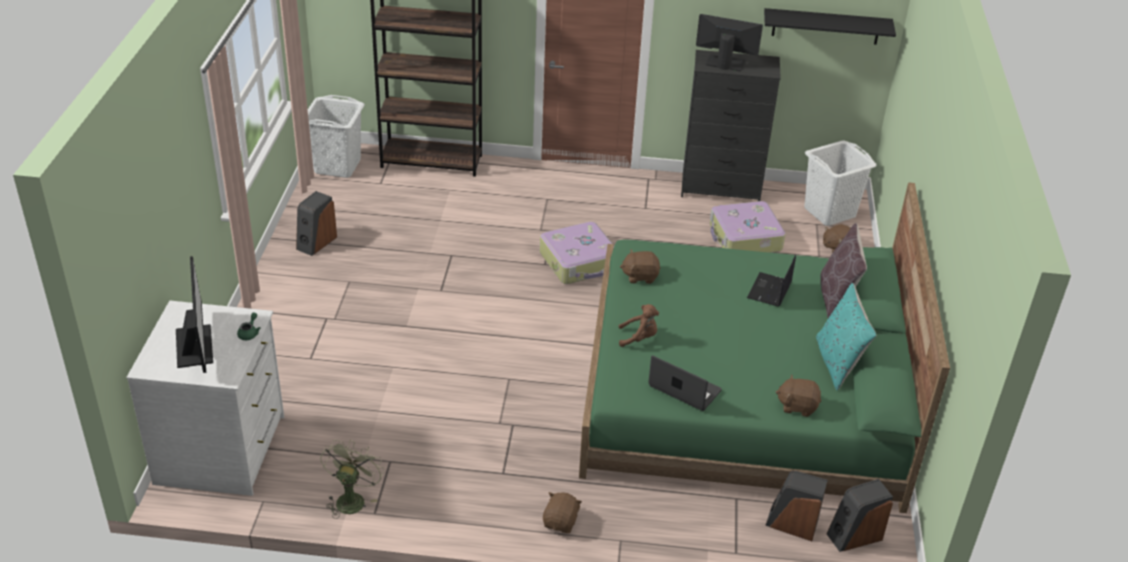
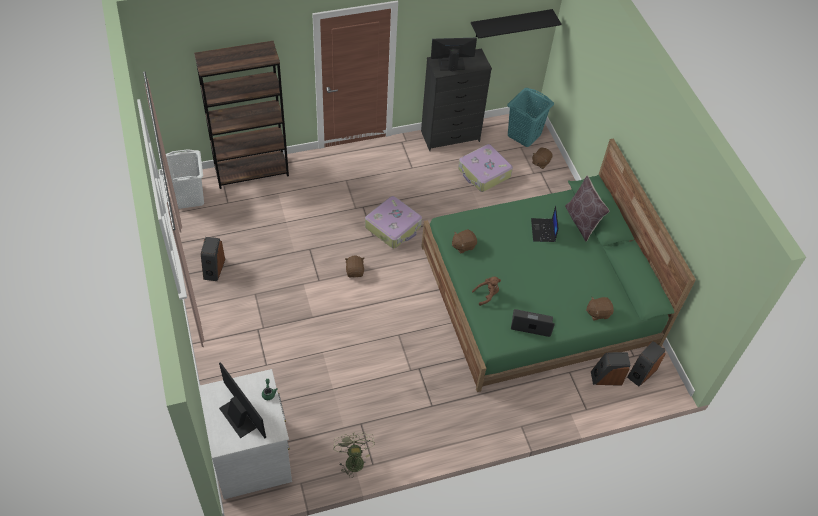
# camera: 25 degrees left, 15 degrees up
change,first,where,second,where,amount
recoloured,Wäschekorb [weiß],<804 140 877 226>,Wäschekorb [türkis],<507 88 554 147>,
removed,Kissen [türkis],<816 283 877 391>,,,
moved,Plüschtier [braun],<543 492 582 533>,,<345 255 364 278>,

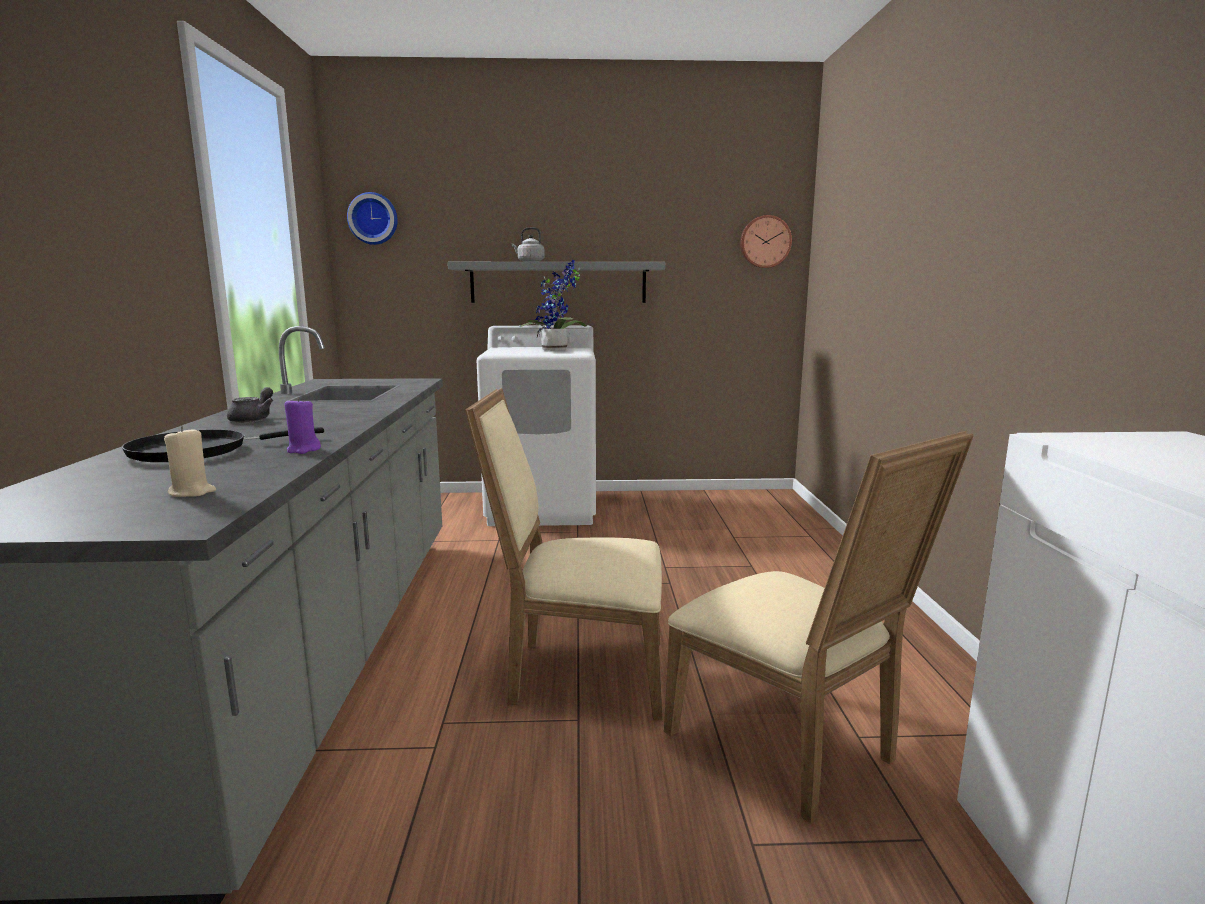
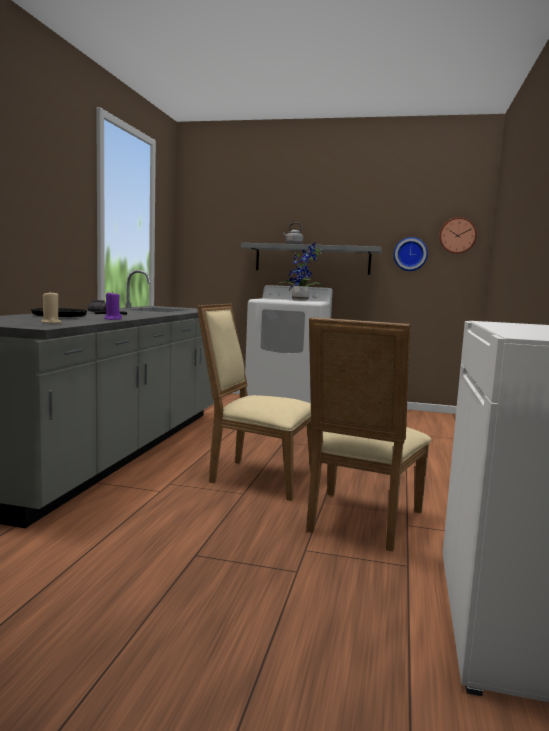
# camera: 15 degrees right, 5 degrees down
change,first,where,second,where,amount
moved,Wanduhr,<347 192 398 245>,,<394 237 428 271>,
turned,Stuhl [beige],<664 431 974 823>,,<306 317 431 552>,45 degrees clockwise

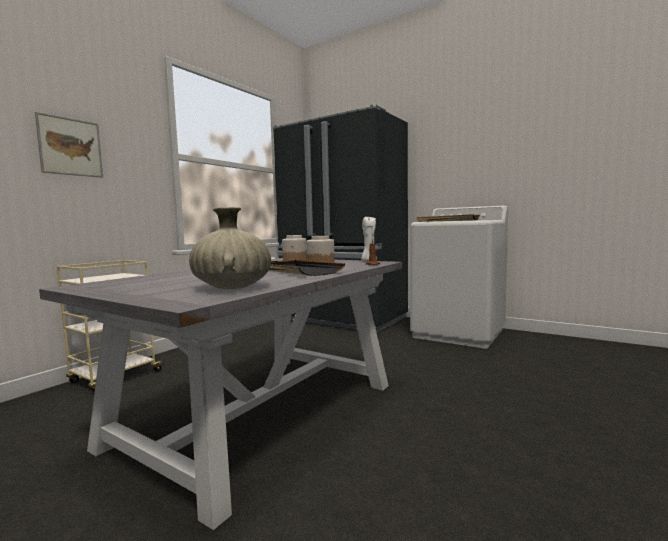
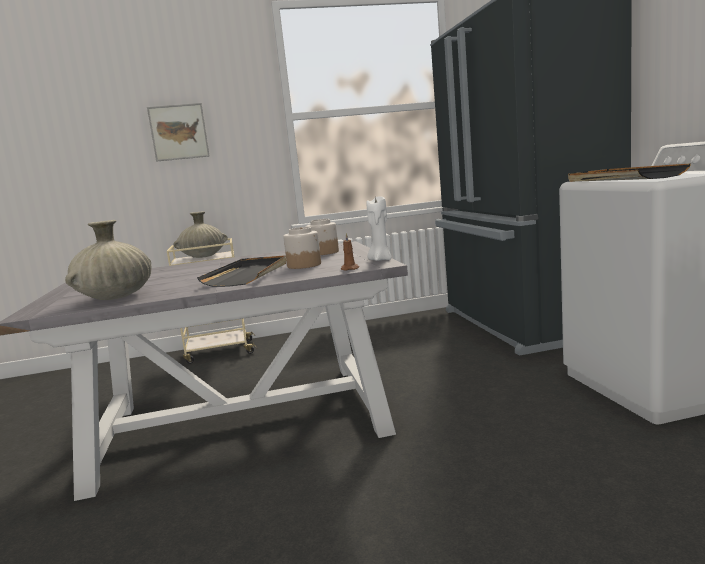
# camera: 45 degrees right, 5 degrees up
change,first,where,second,where,amount
added,,,Vase [beige],<173 211 228 258>,

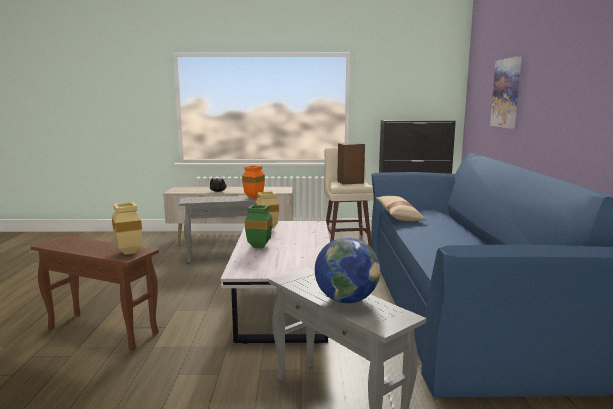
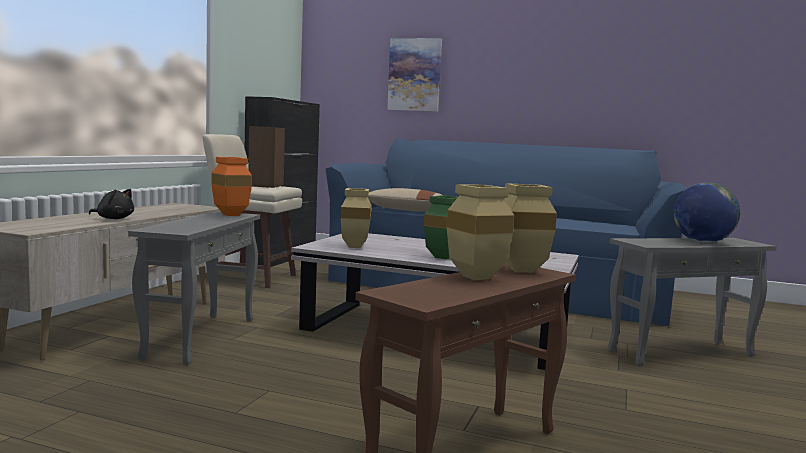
# camera: 70 degrees left, 5 degrees down
change,first,where,second,where,amount
added,,,Vase [beige],<447 184 514 280>,

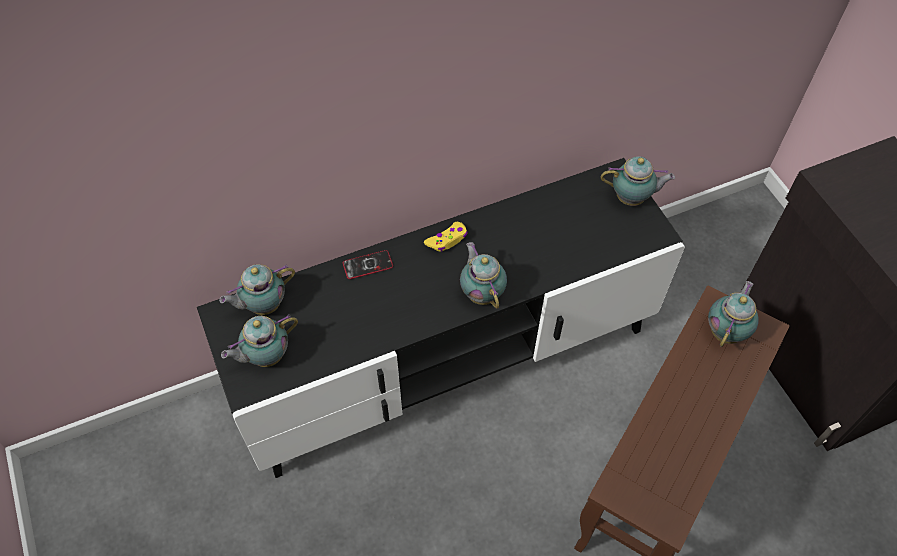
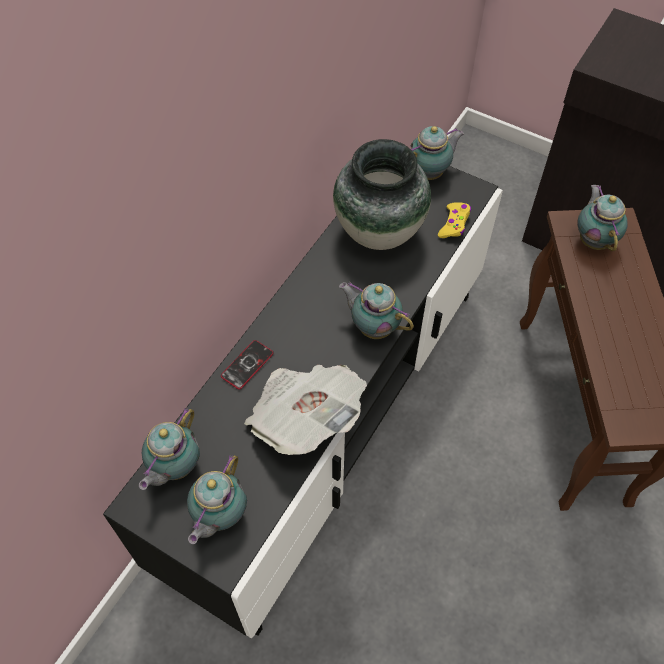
# camera: 35 degrees left, 0 degrees up
change,first,where,second,where,amount
moved,Gamepad [gelb],<424 222 468 252>,,<438 202 471 238>,
added,,,Vase,<333 139 431 250>,
added,,,Zeitung,<244 365 367 455>,

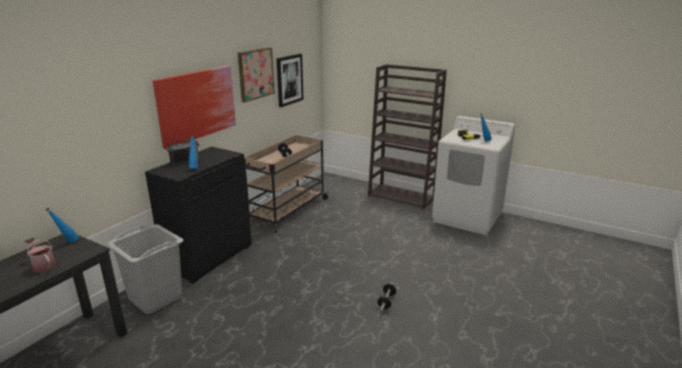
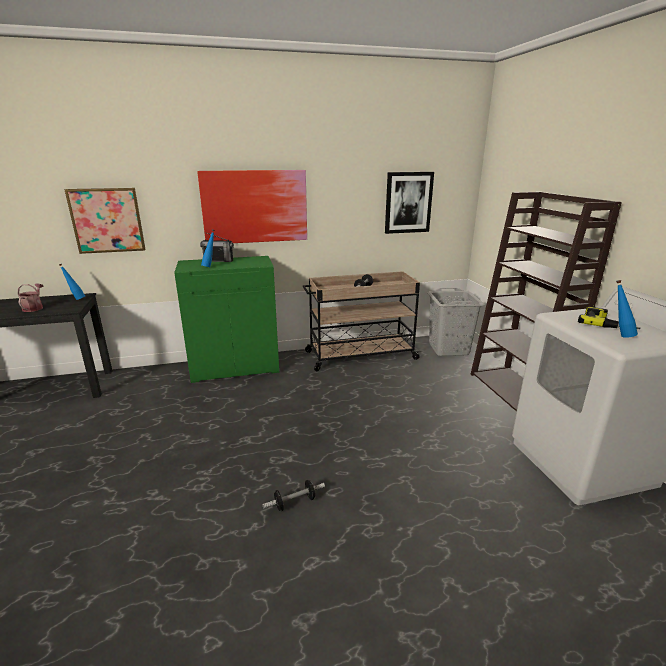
# camera: 45 degrees right, 0 degrees up
change,first,where,second,where,amount
moved,Bild,<238 47 275 102>,,<64 188 146 254>,
recoloured,Schrank [schwarz],<145 147 252 284>,Schrank [grün],<174 256 279 383>,
moved,Wäschekorb [grau],<107 224 184 314>,,<427 288 485 356>,

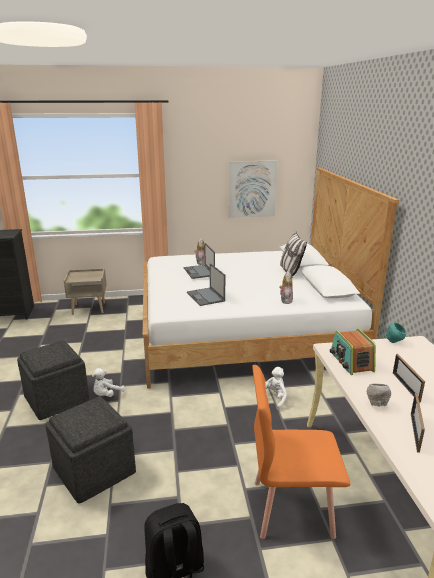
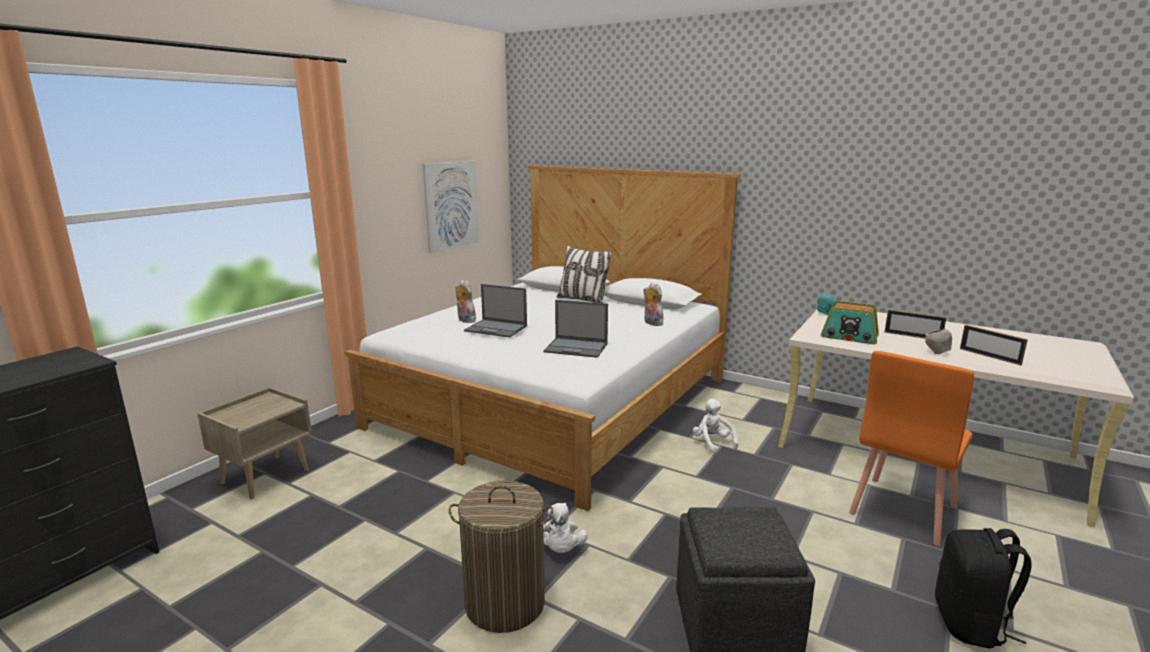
# camera: 50 degrees left, 5 degrees down
change,first,where,second,where,amount
replaced,Polsterhocker [grau],<17 340 90 420>,Wäschekorb,<448 481 553 633>,

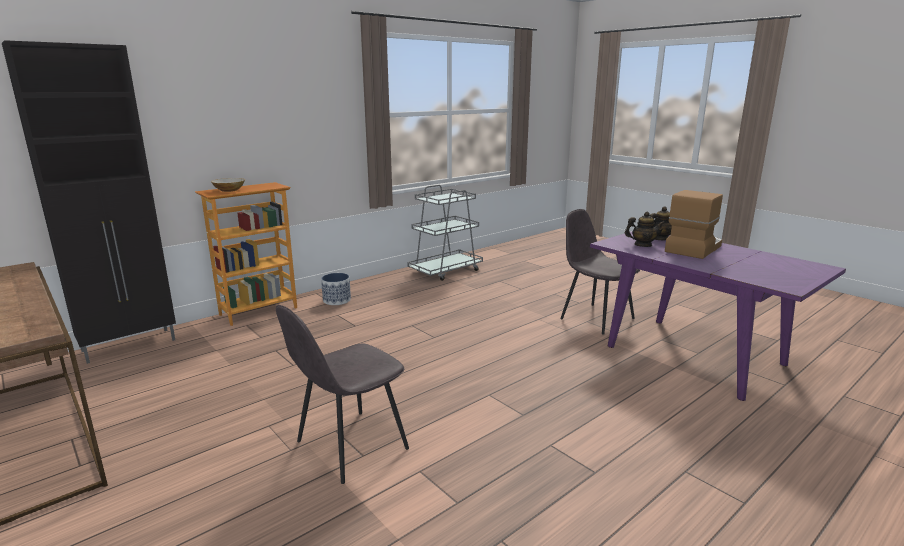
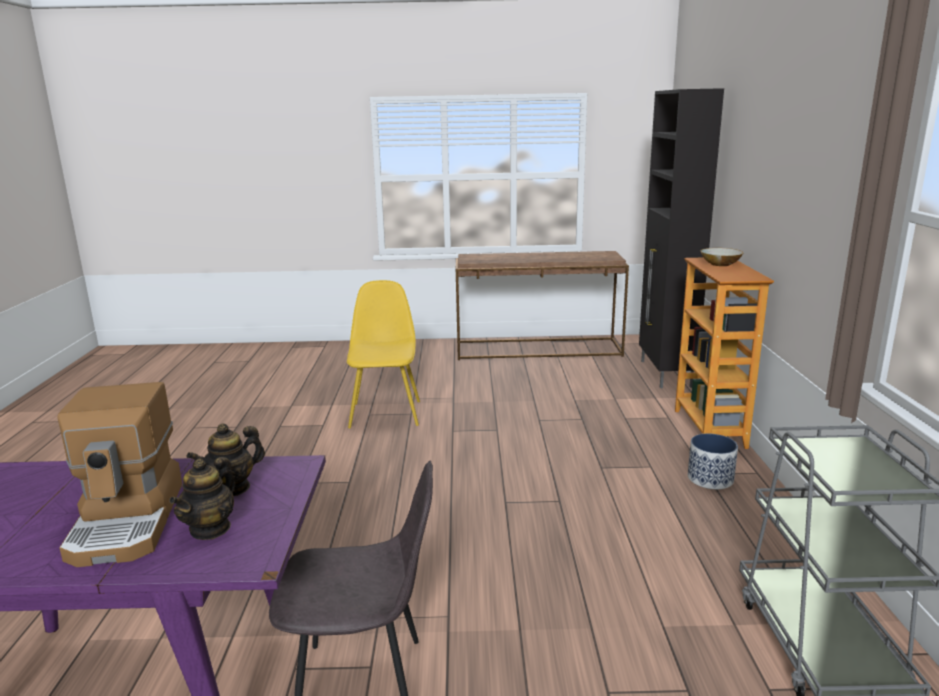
# camera: 130 degrees right, 0 degrees up
change,first,where,second,where,amount
recoloured,Stuhl [grau],<276 305 409 484>,Stuhl [gelb],<347 280 420 428>,

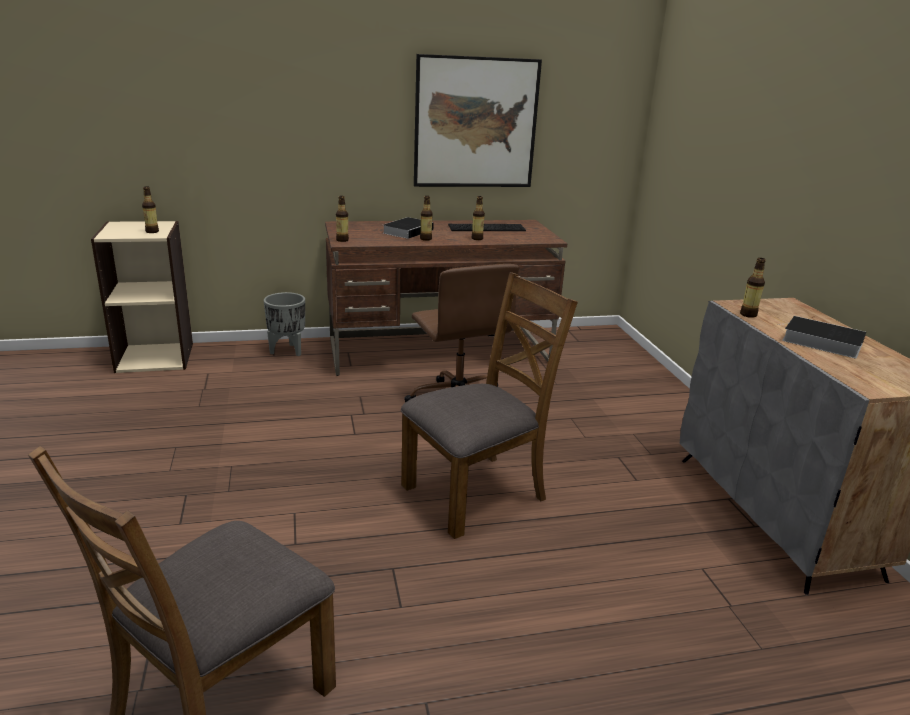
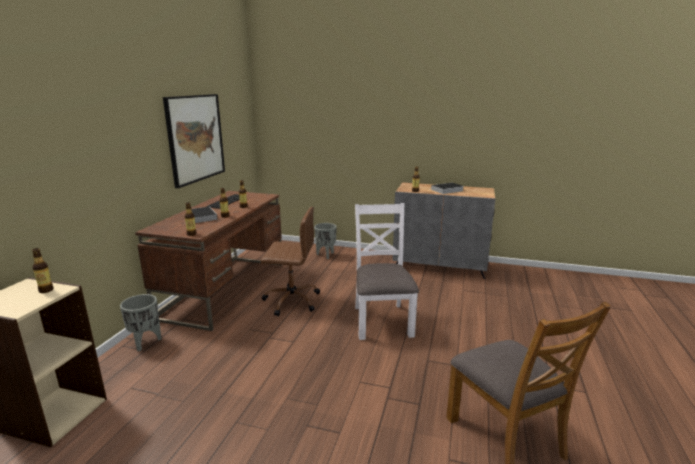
# camera: 60 degrees left, 5 degrees down
change,first,where,second,where,amount
recoloured,Stuhl [braun],<401 272 578 539>,Stuhl [weiß],<355 203 419 340>,
added,,,Pflanzkübel [grau],<314 223 337 259>,

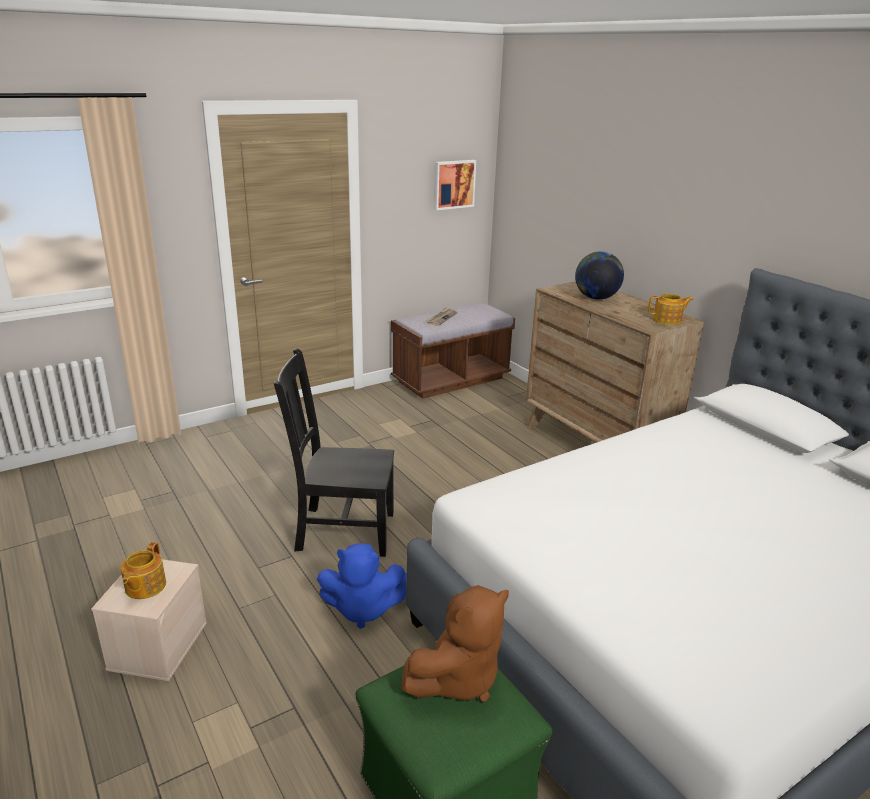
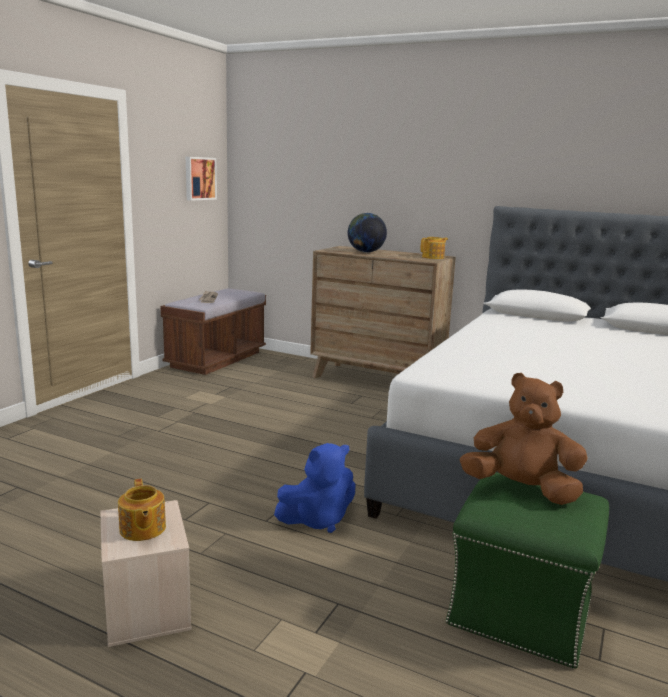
# camera: 30 degrees left, 10 degrees down
change,first,where,second,where,amount
removed,Stuhl [schwarz],<274 348 394 557>,,,
turned,Plüschtier [braun],<401 585 509 702>,,<460 373 587 505>,90 degrees counterclockwise

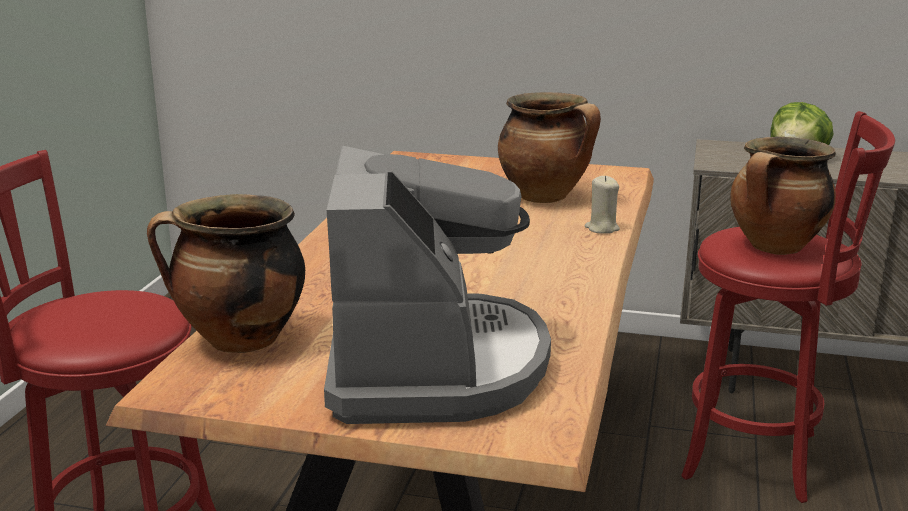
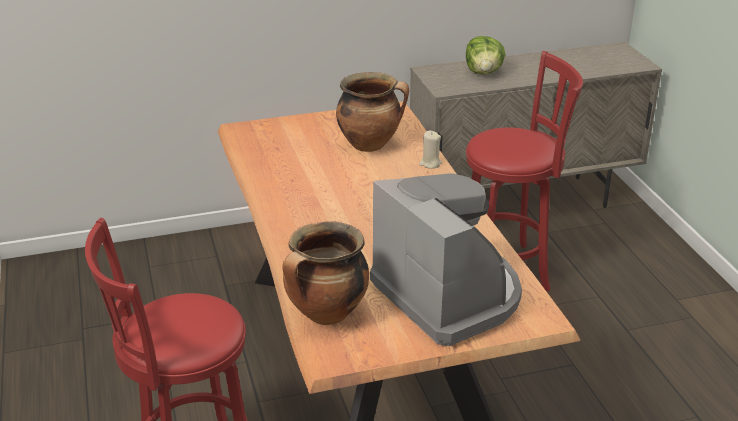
# camera: 30 degrees left, 10 degrees up
change,first,where,second,where,amount
removed,Kochtopf,<730 137 836 255>,,,

